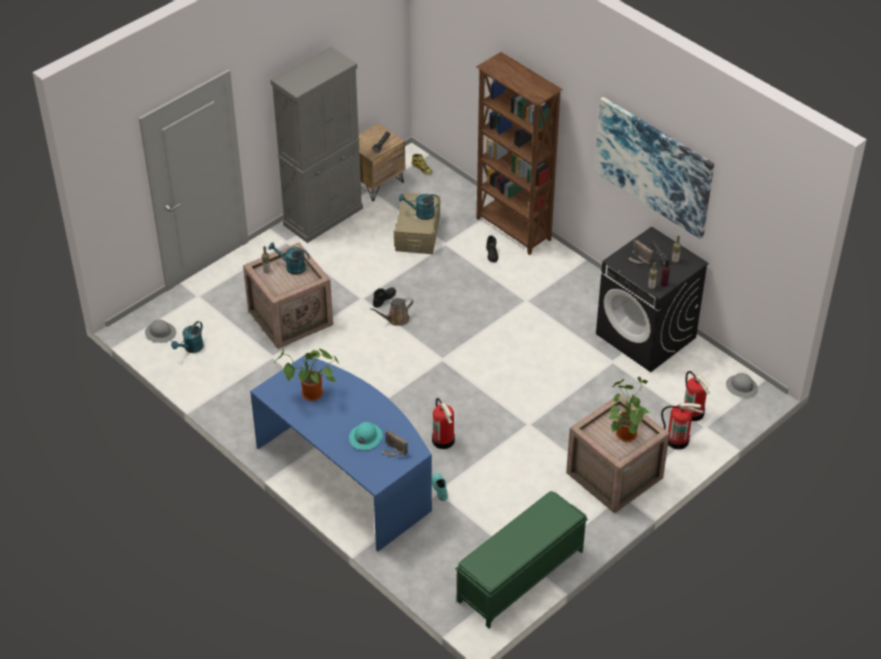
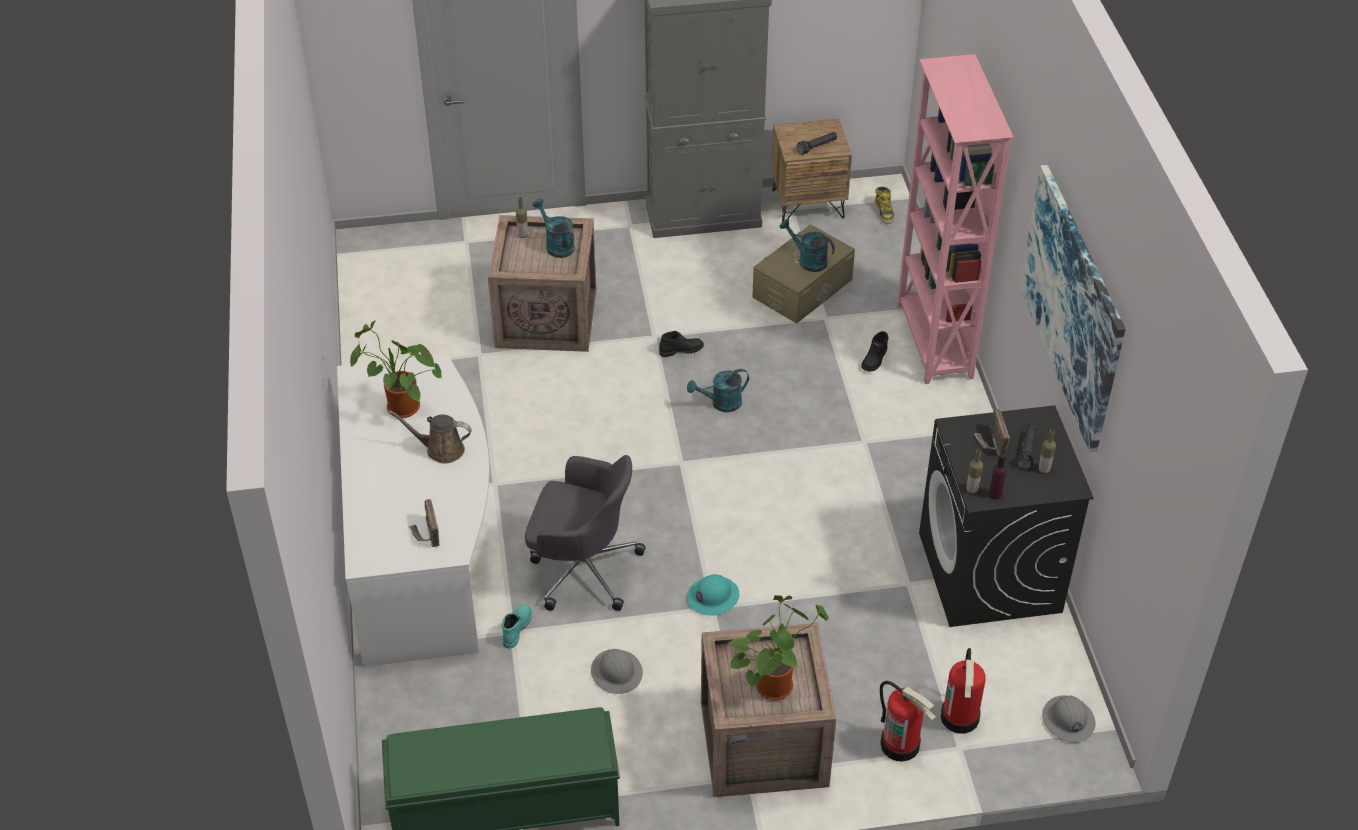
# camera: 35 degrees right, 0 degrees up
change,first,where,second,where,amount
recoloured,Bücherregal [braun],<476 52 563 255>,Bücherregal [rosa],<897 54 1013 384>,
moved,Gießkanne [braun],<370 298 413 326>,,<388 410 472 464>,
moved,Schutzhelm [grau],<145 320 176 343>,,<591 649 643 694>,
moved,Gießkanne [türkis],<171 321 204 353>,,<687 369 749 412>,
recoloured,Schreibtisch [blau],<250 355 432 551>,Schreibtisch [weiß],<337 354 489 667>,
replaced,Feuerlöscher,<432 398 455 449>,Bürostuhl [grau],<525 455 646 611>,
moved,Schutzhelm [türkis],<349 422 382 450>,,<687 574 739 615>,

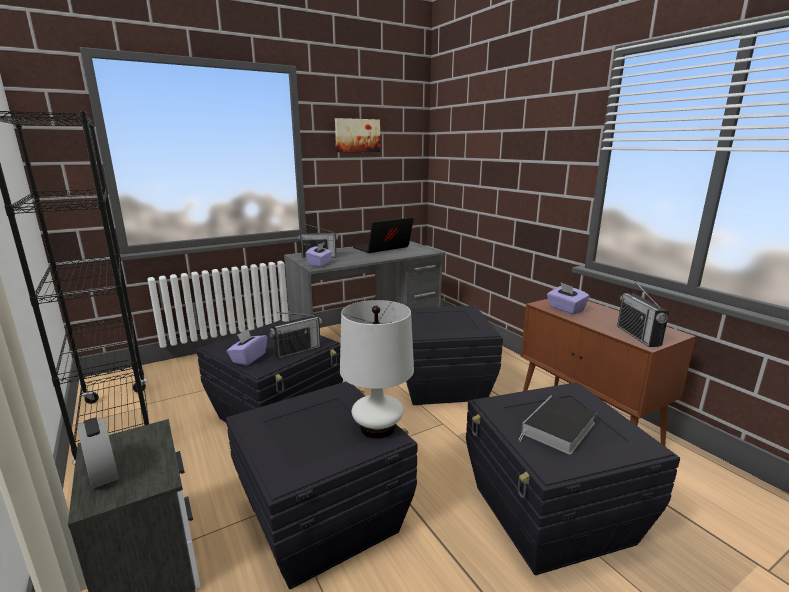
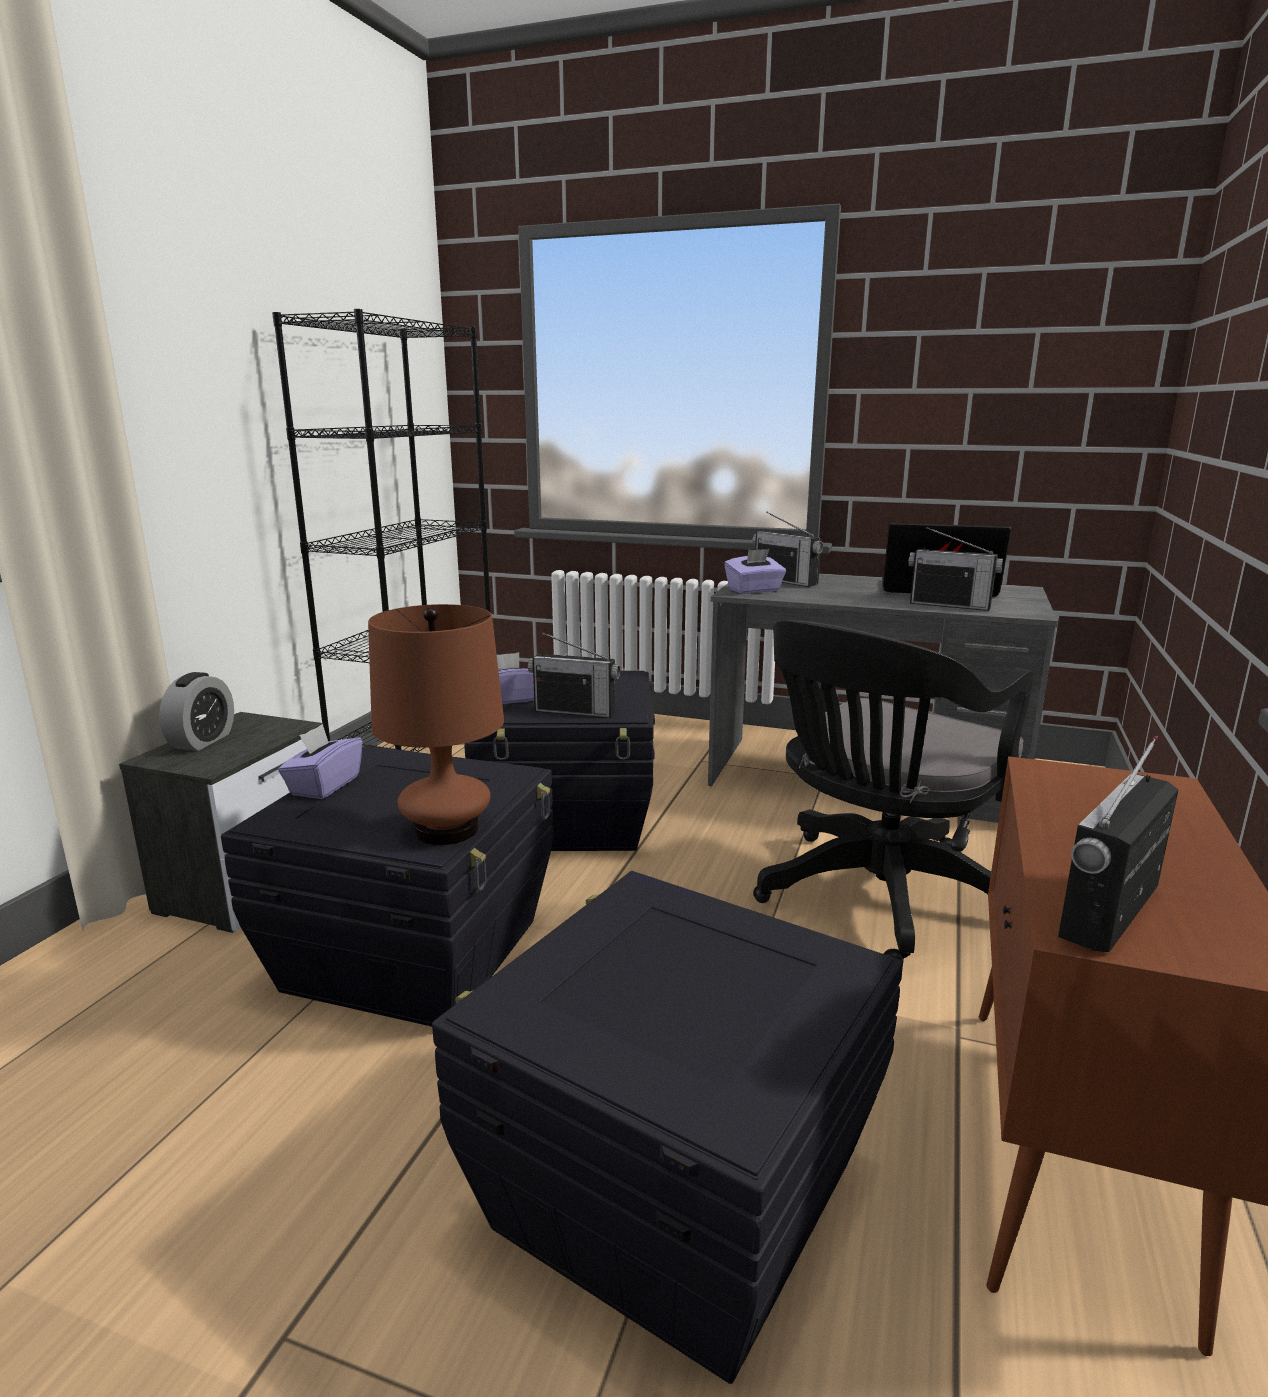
# camera: 50 degrees right, 0 degrees up
change,first,where,second,where,amount
removed,Bild,<335 118 380 152>,,,
moved,Taschentuchbox [lila],<547 283 590 315>,,<278 724 363 799>,
recoloured,Tischlampe [weiß],<340 300 414 439>,Tischlampe [braun],<368 604 504 845>,
replaced,Aufbewahrungsbox [schwarz],<406 305 503 405>,Bürostuhl [schwarz],<753 620 1033 962>,
removed,Buch,<518 396 597 455>,,,
added,,,Radio,<908 527 1003 611>,

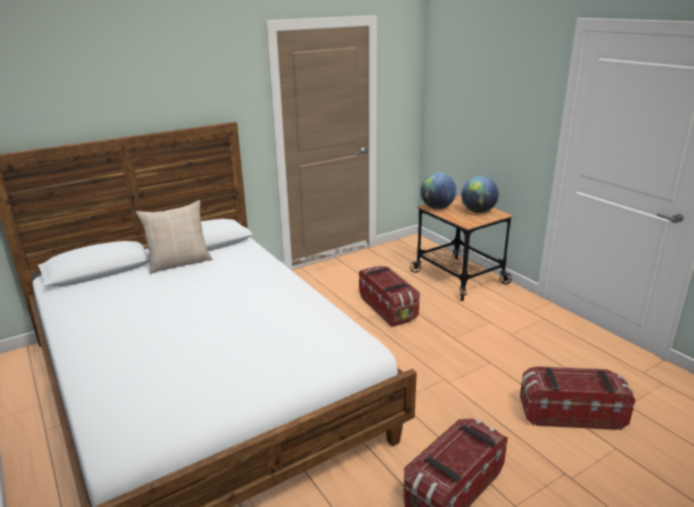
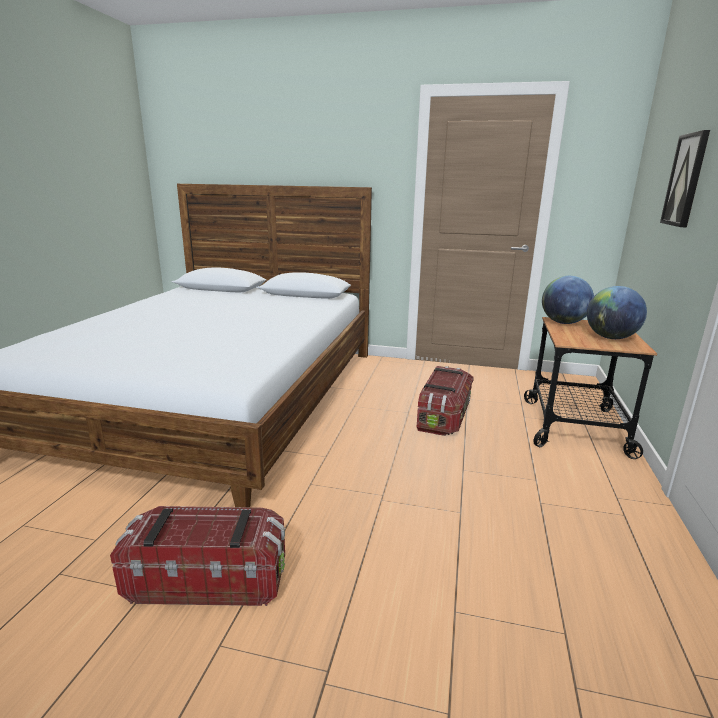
# camera: 45 degrees right, 5 degrees down
change,first,where,second,where,amount
removed,Kissen [beige],<136 200 212 274>,,,
removed,Aufbewahrungsbox,<520 366 635 430>,,,
added,,,Bild,<660 130 710 227>,

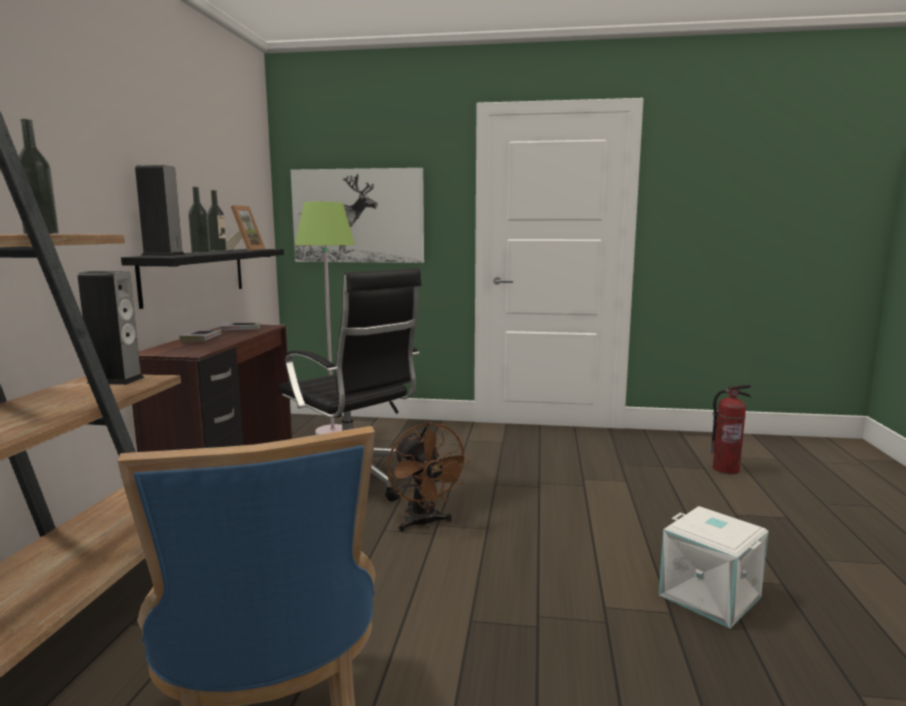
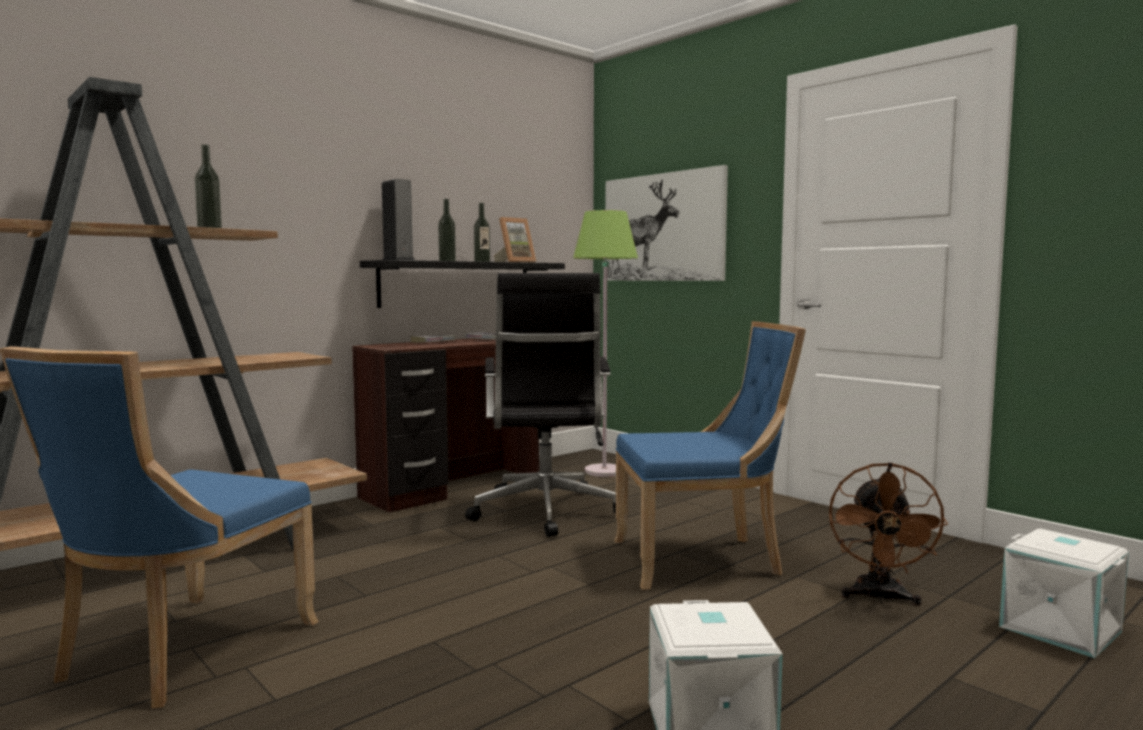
# camera: 40 degrees right, 5 degrees down
change,first,where,second,where,amount
removed,Lautsprecher,<78 271 145 385>,,,
replaced,Feuerlöscher,<711 384 751 474>,Aufbewahrungsbox [weiß],<999 529 1129 658>,
moved,Ventilator [braun],<387 422 471 532>,,<829 462 948 606>,
added,,,Stuhl [blau],<614 321 806 590>,

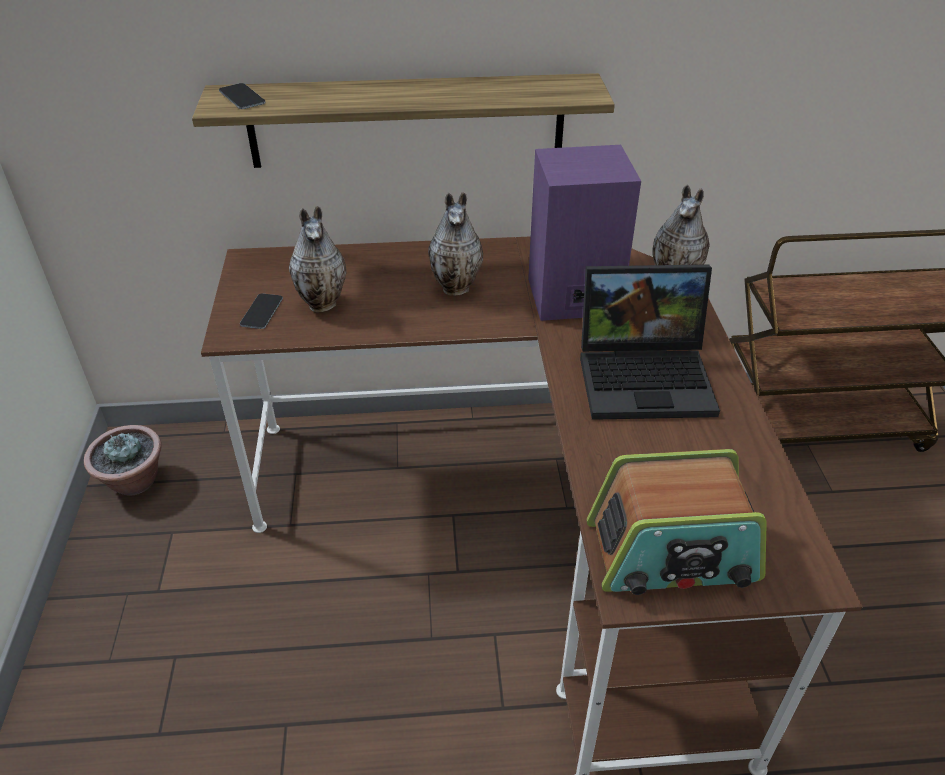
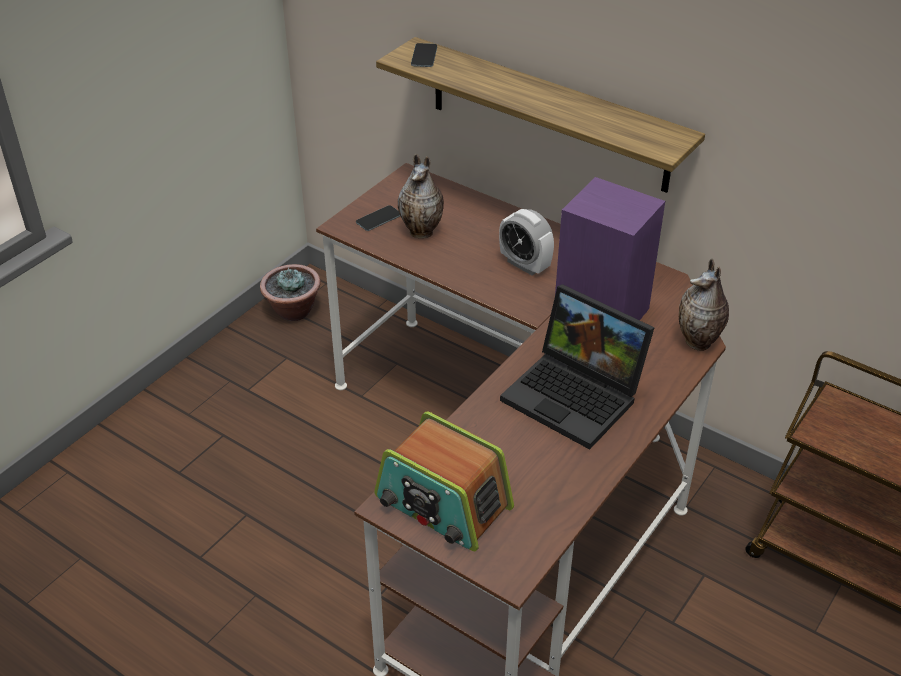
# camera: 40 degrees right, 0 degrees up
change,first,where,second,where,amount
replaced,Vase,<428 192 483 296>,Wecker,<499 209 554 275>,

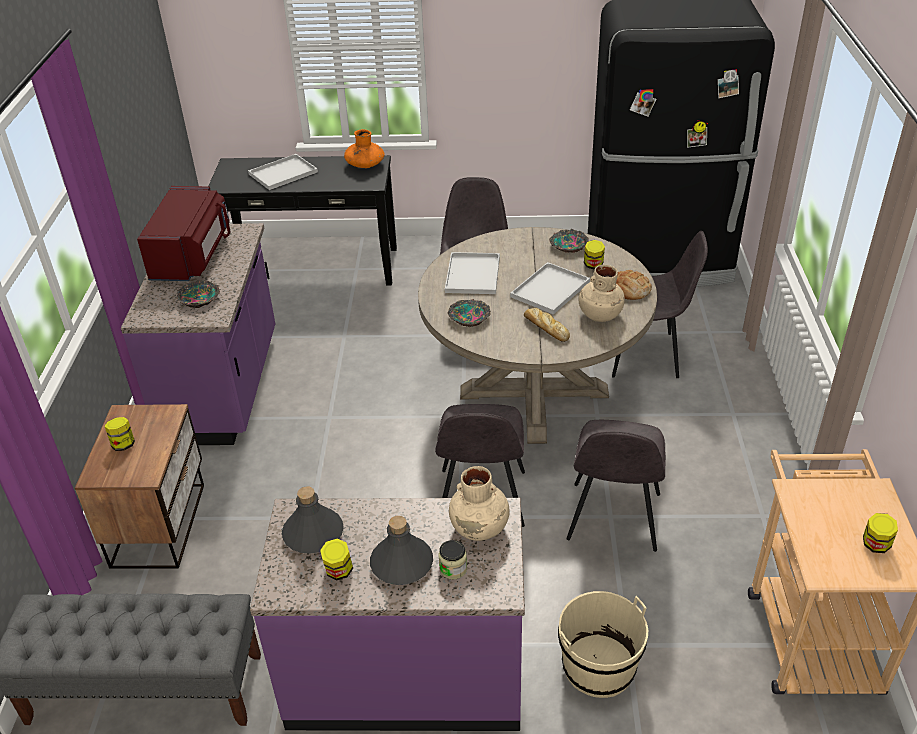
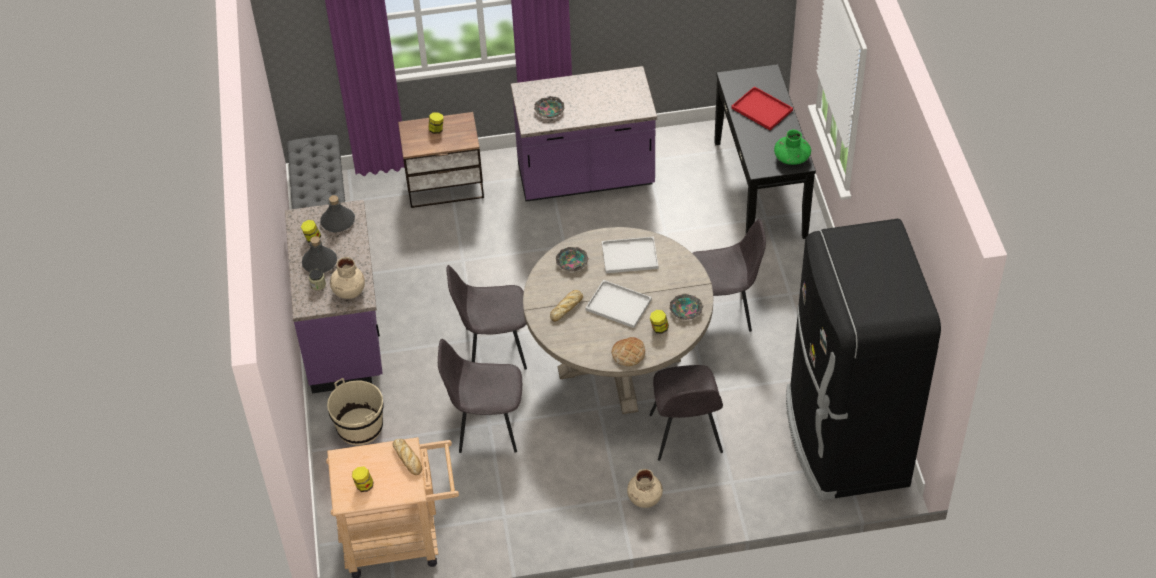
# camera: 80 degrees right, 10 degrees up
change,first,where,second,where,amount
recoloured,Vase [orange],<344 129 385 168>,Vase [grün],<774 130 811 165>,
recoloured,Tablett [weiß],<248 154 318 190>,Tablett [rot],<731 86 793 130>,
removed,Mikrowelle [rot],<137 186 231 281>,,,
moved,Vase [beige],<579 265 625 322>,,<627 469 663 508>,
added,,,Brot,<393 439 422 475>,

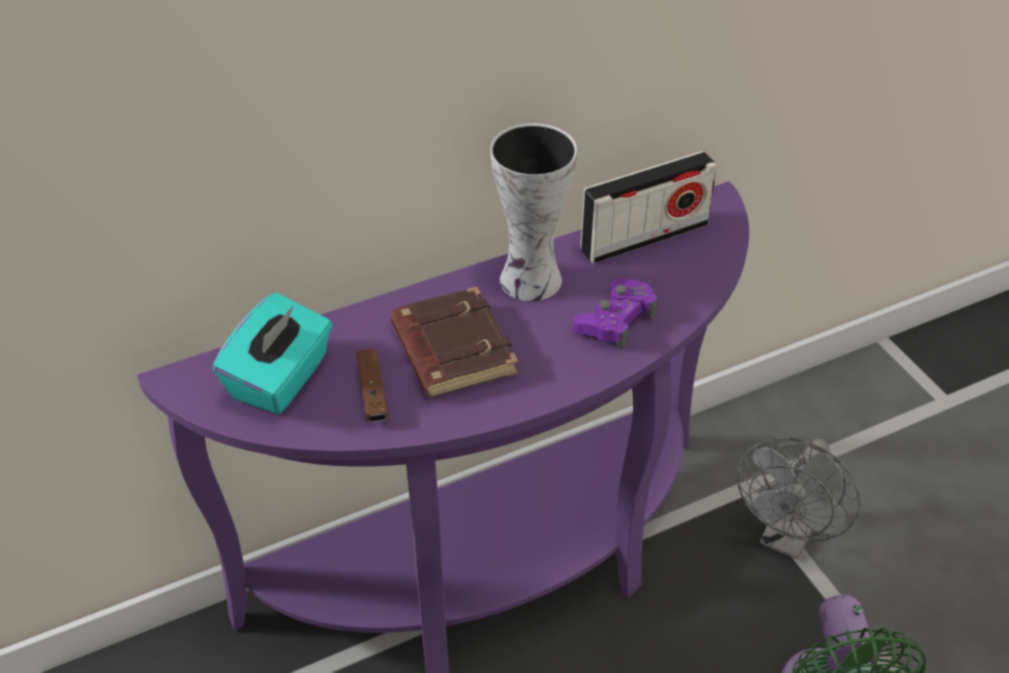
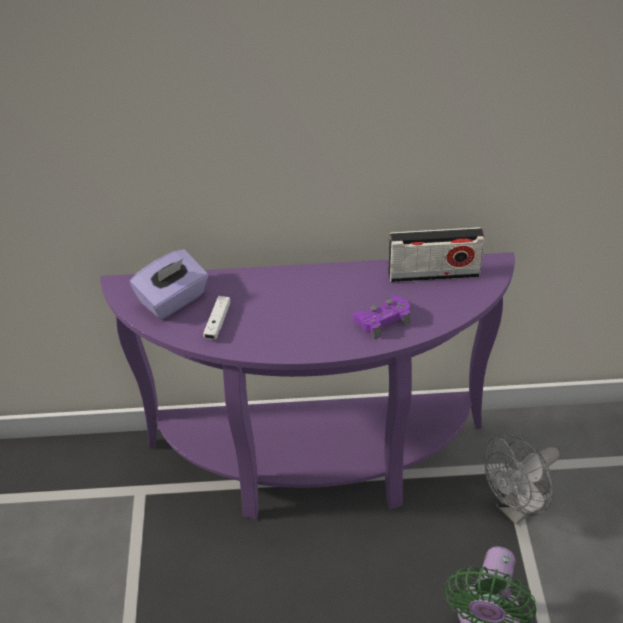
# camera: 25 degrees right, 0 degrees up
change,first,where,second,where,amount
removed,Vase,<490 123 577 301>,,,
removed,Buch [braun],<390 287 518 398>,,,
recoloured,Taschentuchbox [türkis],<213 293 332 414>,Taschentuchbox [lila],<130 249 208 319>,
recoloured,Gamepad [braun],<356 349 389 422>,Gamepad [weiß],<203 296 230 339>,

